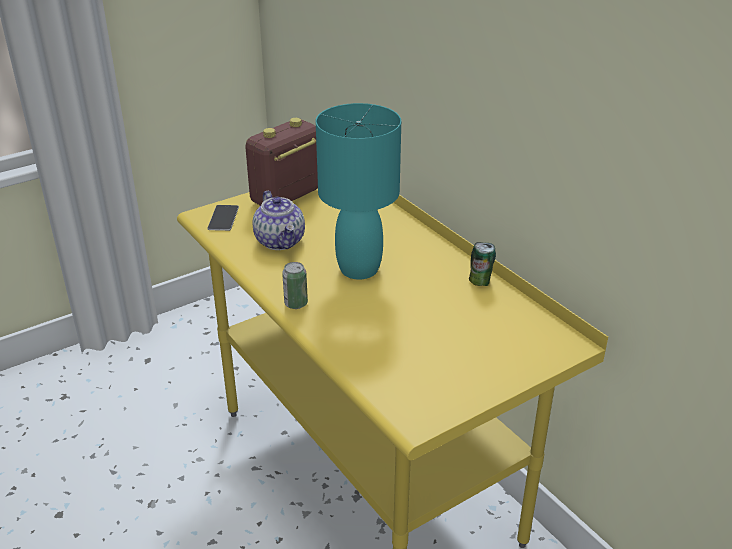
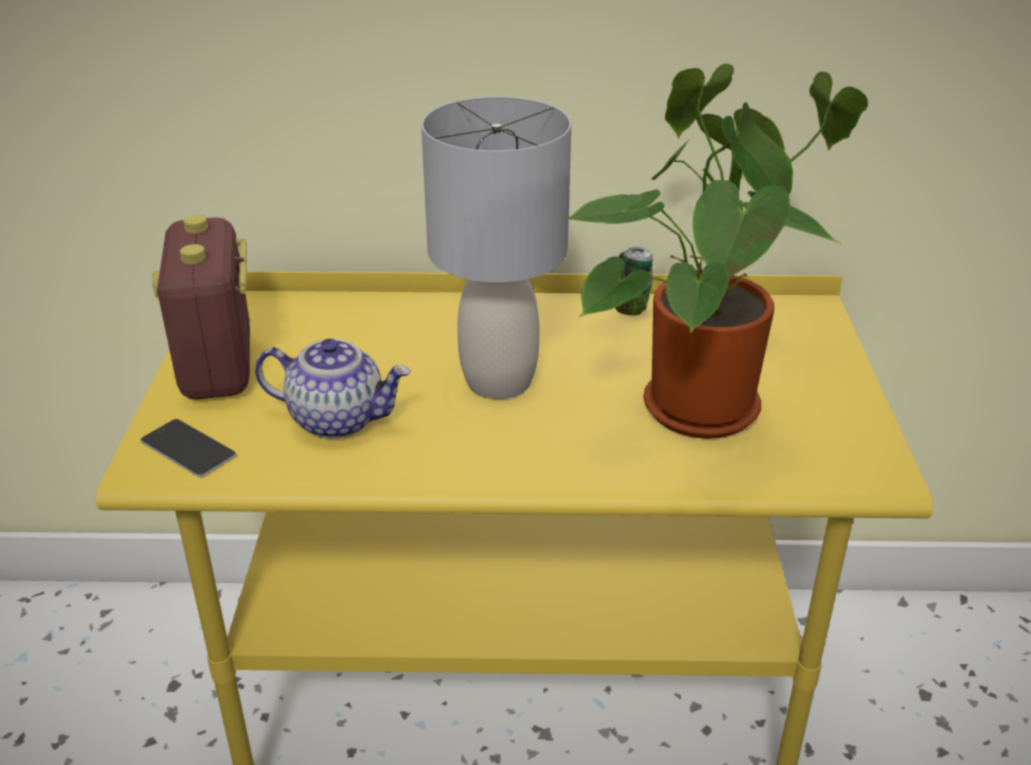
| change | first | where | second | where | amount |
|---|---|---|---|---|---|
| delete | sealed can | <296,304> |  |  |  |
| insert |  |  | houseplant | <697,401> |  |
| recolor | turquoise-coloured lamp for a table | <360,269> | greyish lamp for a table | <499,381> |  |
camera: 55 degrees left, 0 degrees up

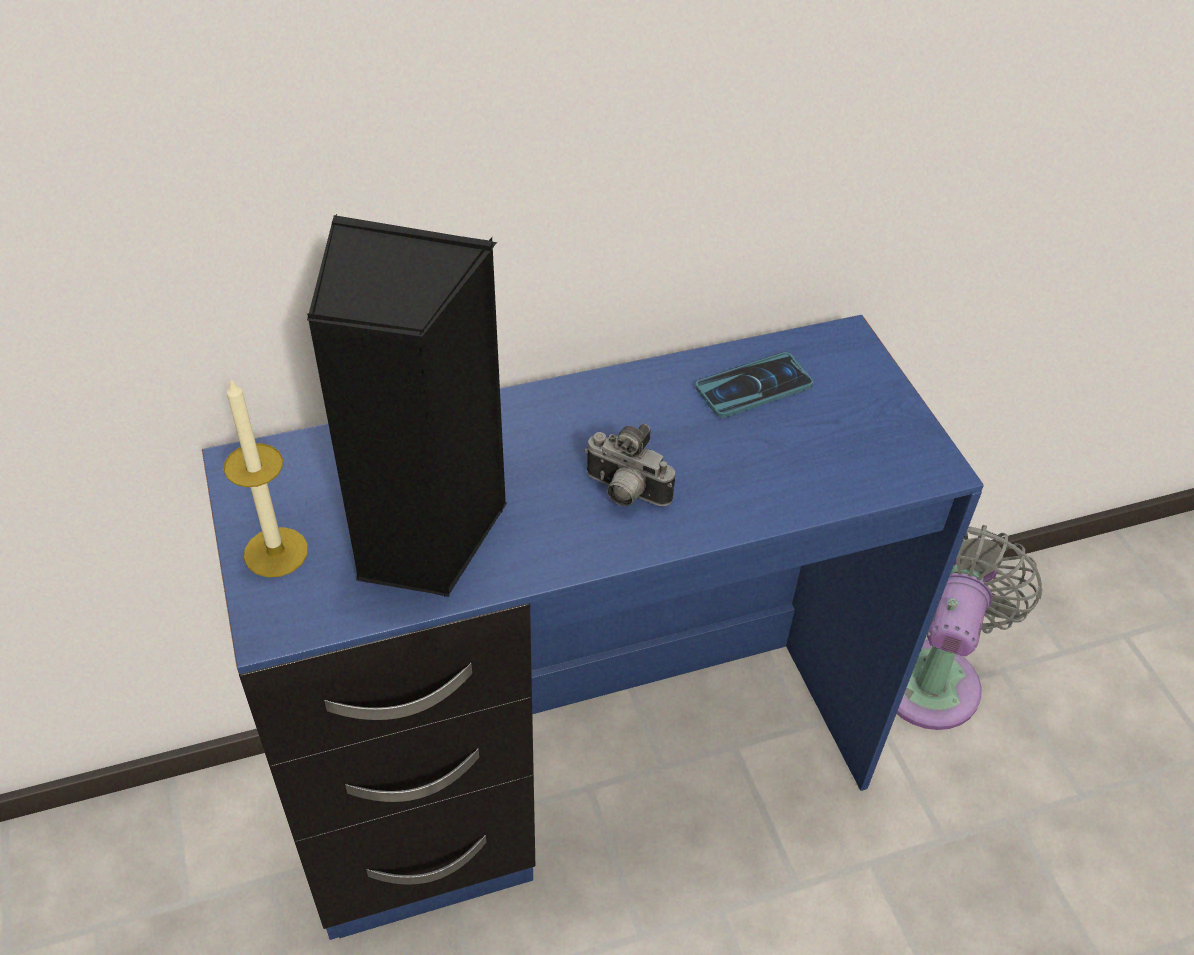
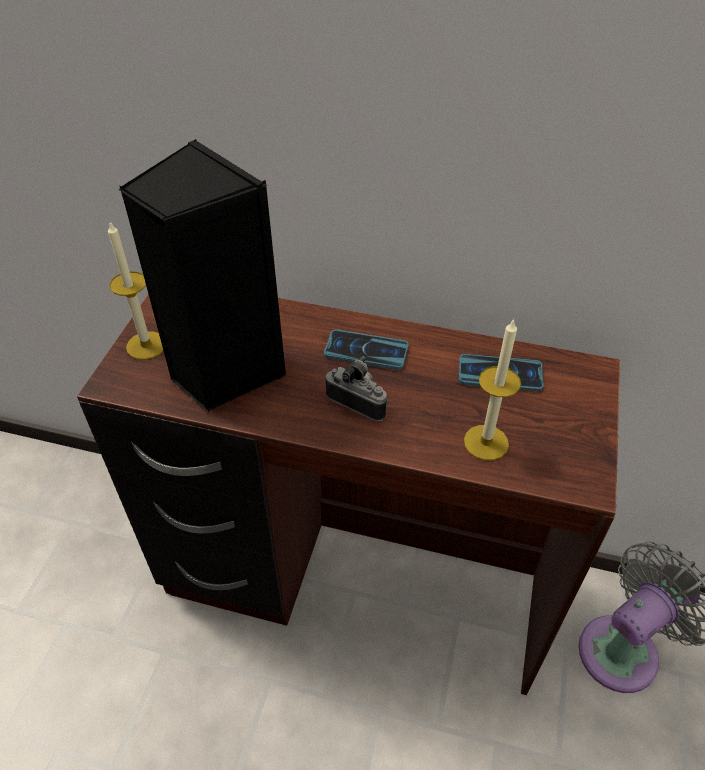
| change | first | where | second | where | amount |
|---|---|---|---|---|---|
| insert |  |  | telephone | <366,351> |  |
| insert |  |  | wax light | <486,442> |  |
| recolor | blue desk | <584,780> | brownish desk | <354,586> |  |
| rotate | photo camera | <624,493> |  | <359,401> | 150 degrees clockwise |
camera: 35 degrees right, 0 degrees up

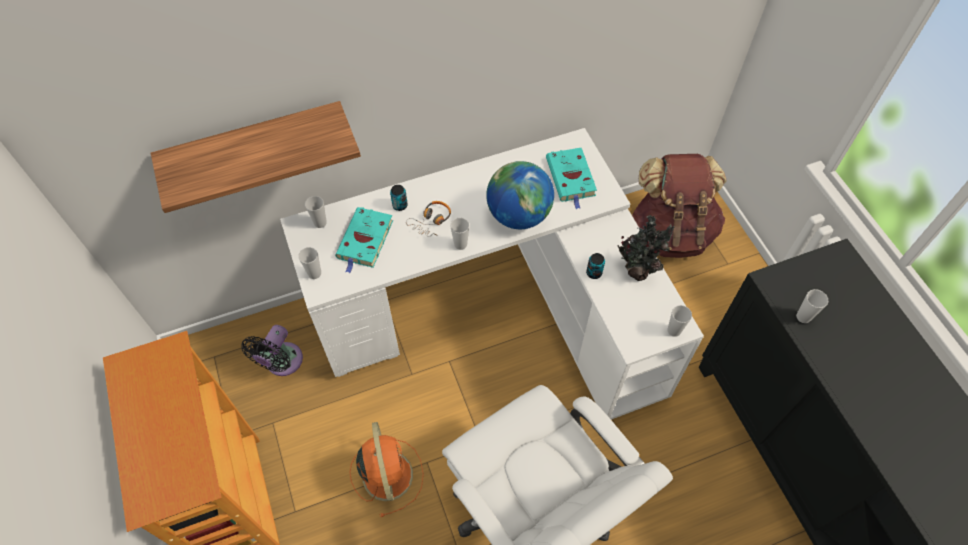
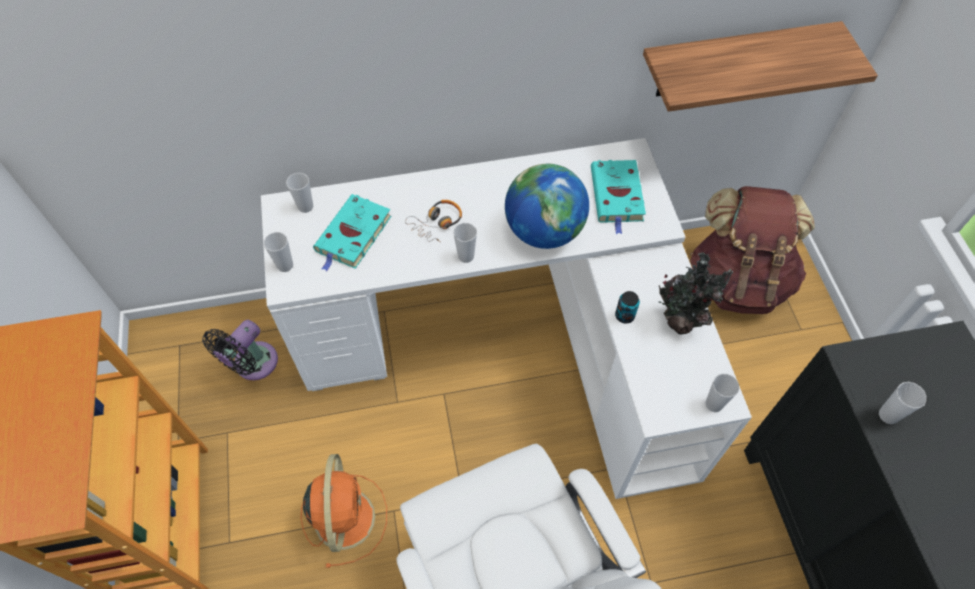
| change | first | where | second | where | amount |
|---|---|---|---|---|---|
| delete | sealed can | <400,205> |  |  |  |
| move | shelf | <255,146> |  | <735,60> |  |
camera: 10 degrees right, 0 degrees up

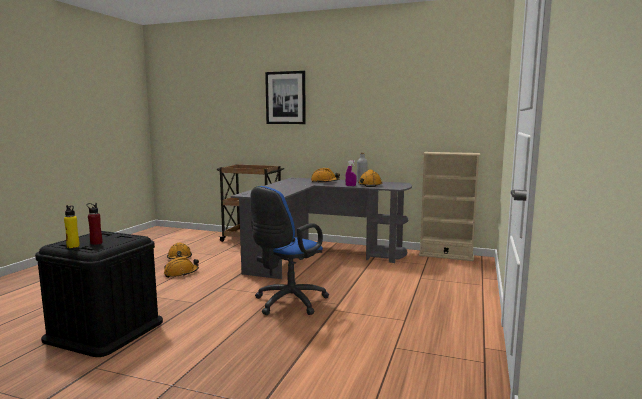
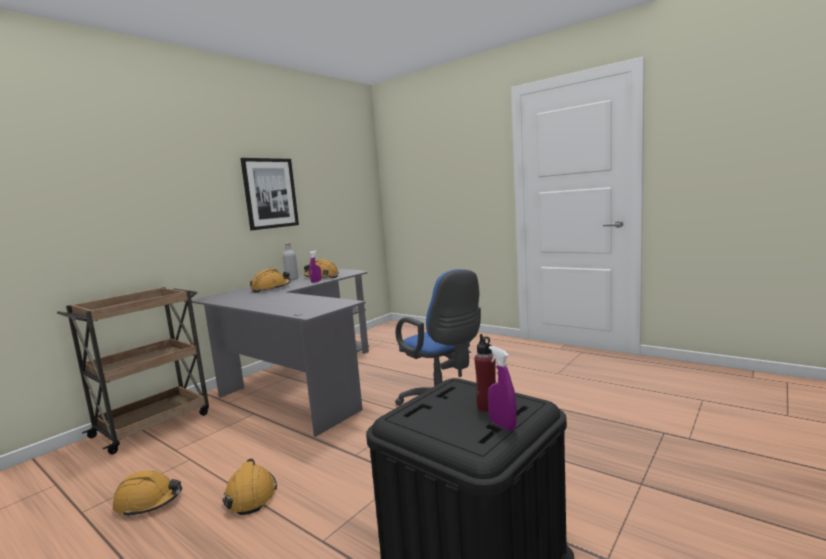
| change | first | where | second | where | amount |
|---|---|---|---|---|---|
| delete | sand-coloured shelving unit | <446,256> |  |  |  |
| move | wall picture | <285,98> |  | <270,193> |  |
| replace | yellow-coloured drink bottle | <73,246> | purple hand sprayer | <502,425> |  |
camera: 70 degrees left, 0 degrees up

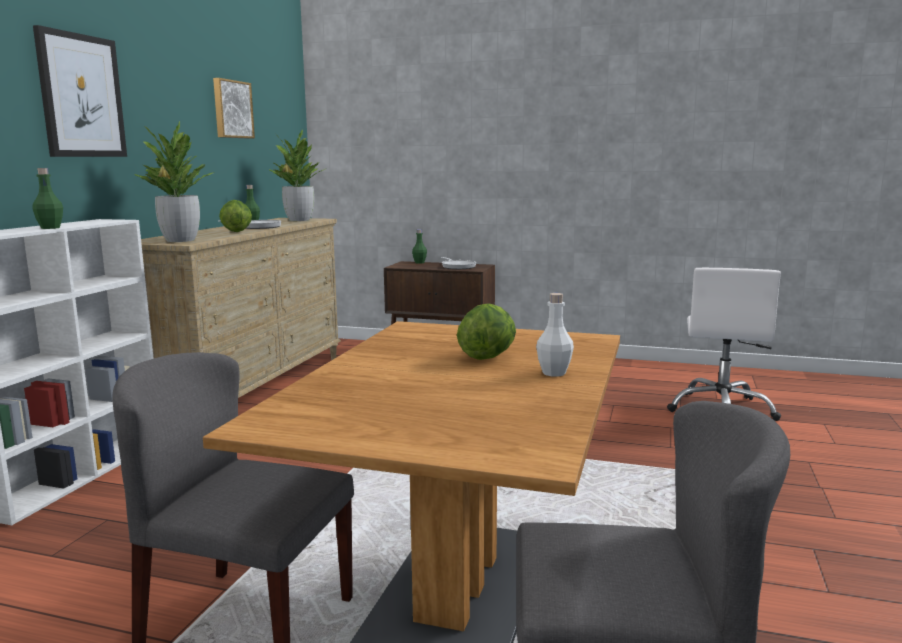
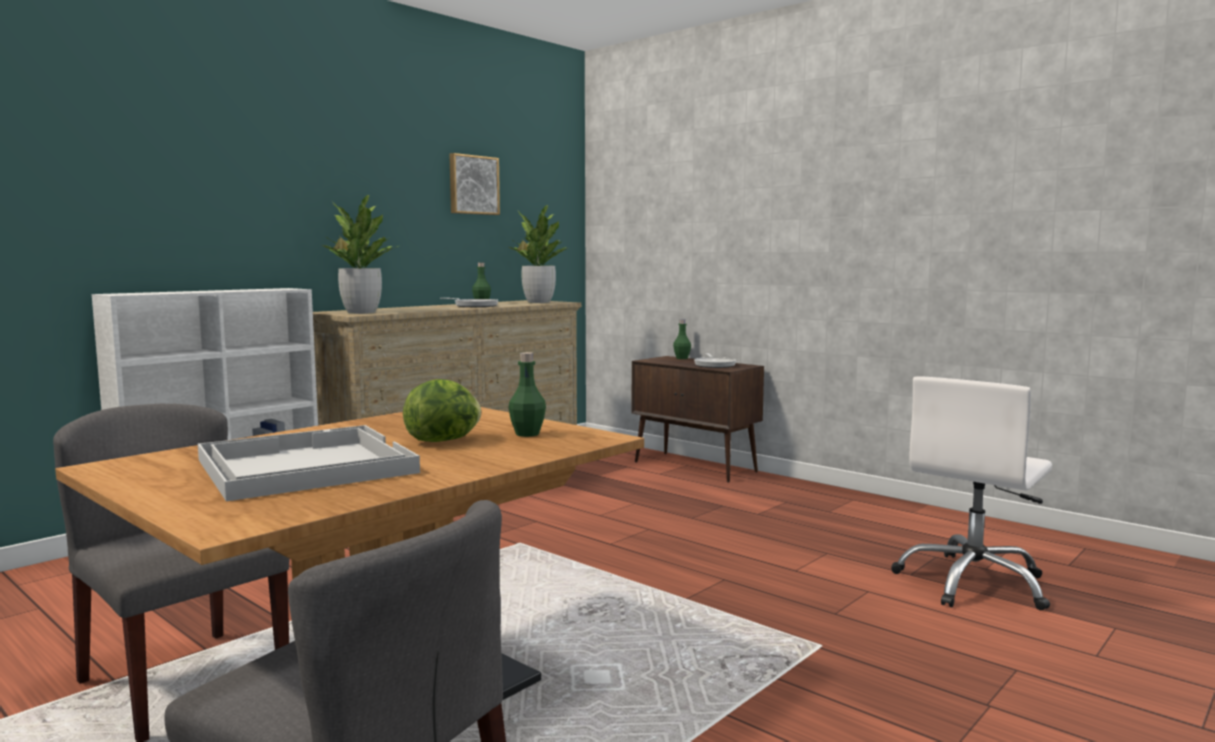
| change | first | where | second | where | amount |
|---|---|---|---|---|---|
| delete | wall picture | <81,96> |  |  |  |
| delete | lettuce | <236,232> |  |  |  |
| delete | white drink bottle | <554,373> |  |  |  |
| insert |  |  | white serving tray | <303,466> |  |
| move | green-coloured drink bottle | <50,228> |  | <527,434> |  |
camera: 25 degrees right, 5 degrees down

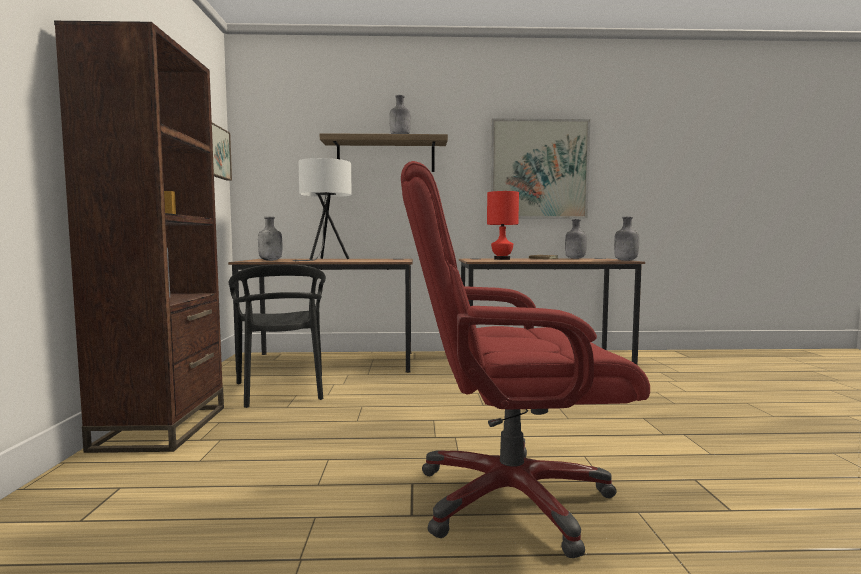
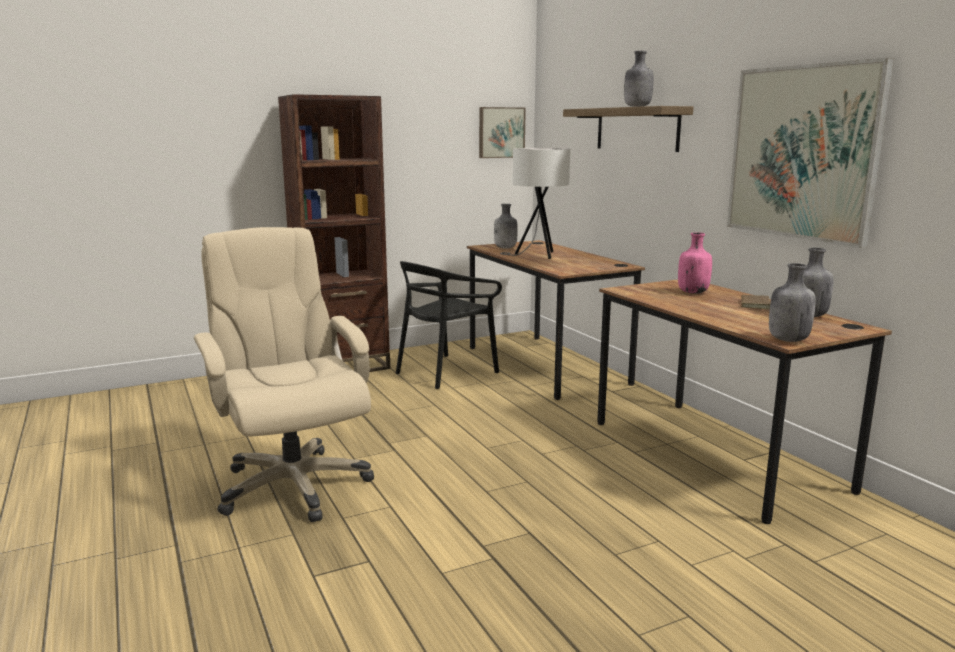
| change | first | where | second | where | amount |
|---|---|---|---|---|---|
| replace | red-coloured lamp for a table | <501,259> | pinkish drink bottle | <692,292> |  |
| recolor | red-coloured office chair | <509,498> | sand-coloured office chair | <293,485> |  |
camera: 65 degrees right, 10 degrees up

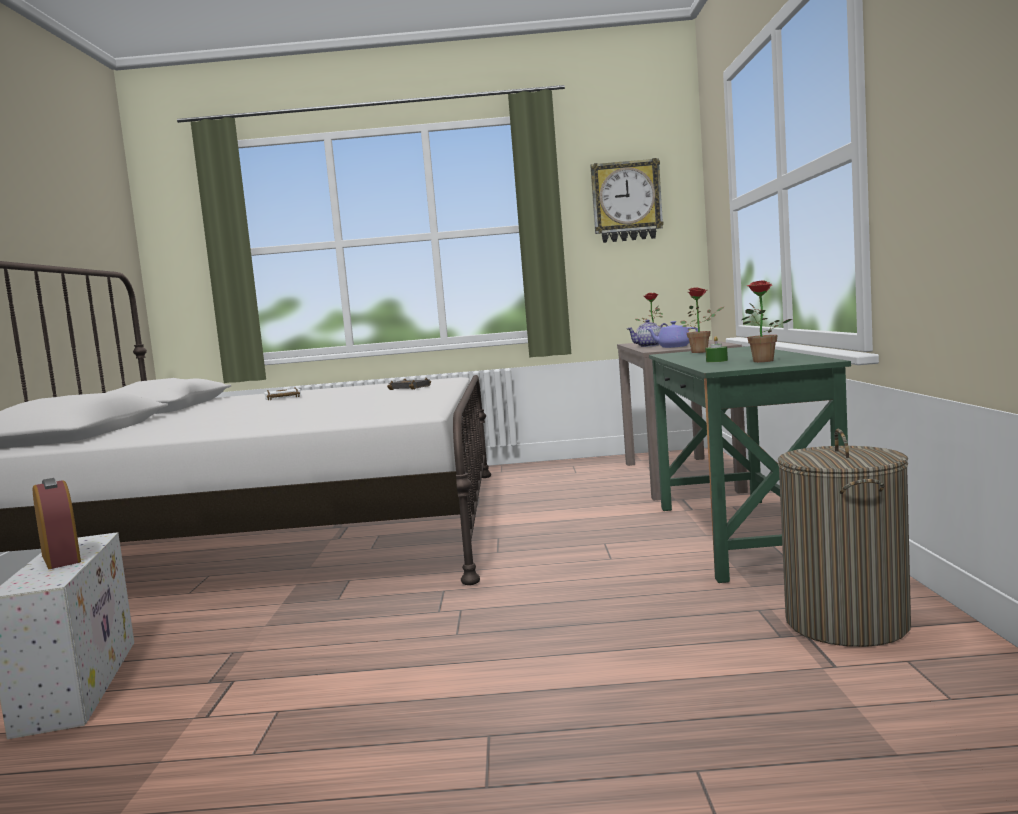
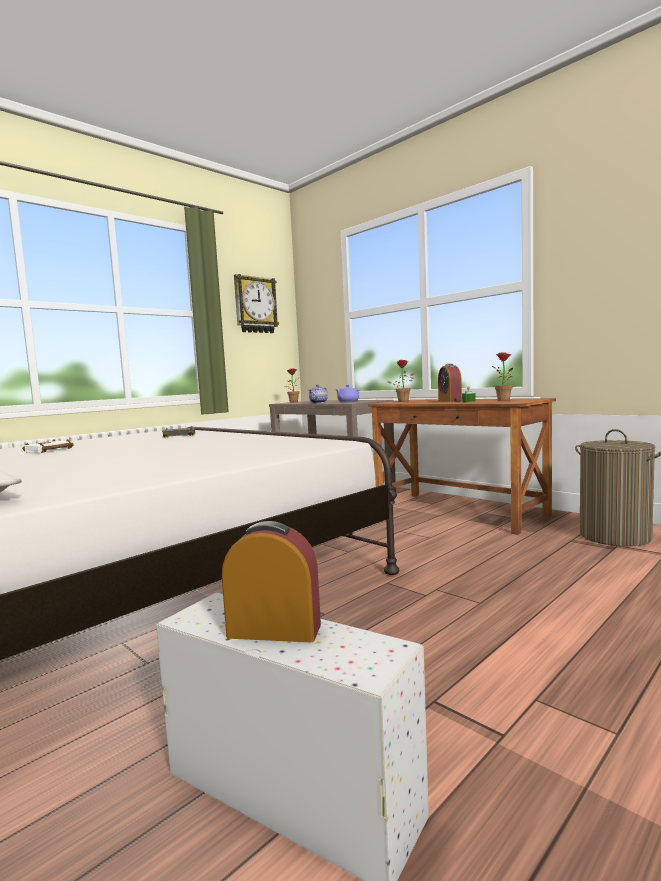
| change | first | where | second | where | amount |
|---|---|---|---|---|---|
| insert |  |  | bedside clock | <449,401> |  |
| recolor | green-coloured desk | <743,536> | brownish desk | <458,511> |  |
camera: 45 degrees left, 0 degrees up

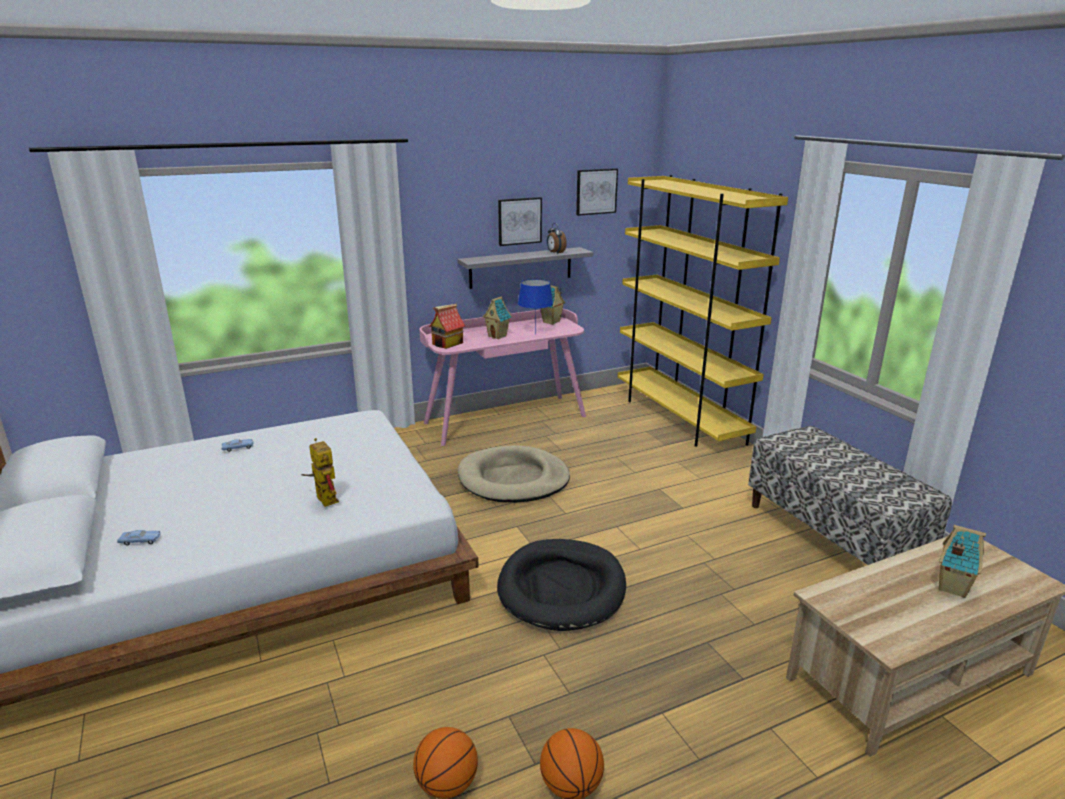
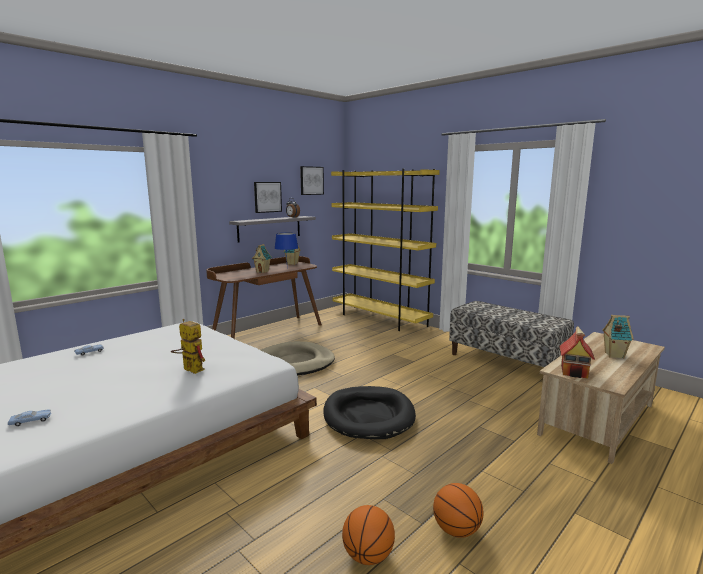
| change | first | where | second | where | amount |
|---|---|---|---|---|---|
| move | miniature house | <447,344> |  | <574,371> |  |
| recolor | pinkish desk | <505,419> | brownish desk | <268,332> |  |
camera: 20 degrees left, 10 degrees down

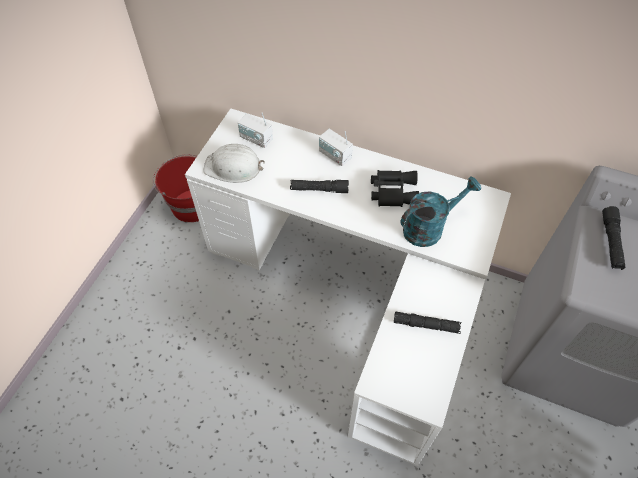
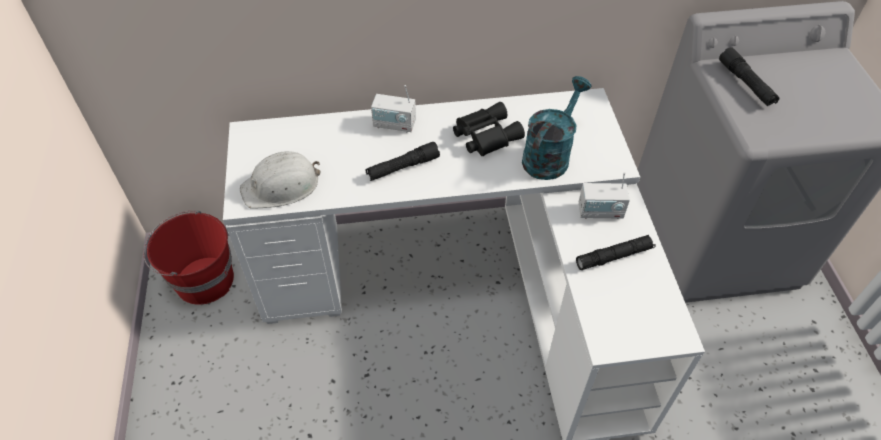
| change | first | where | second | where | amount |
|---|---|---|---|---|---|
| move | radio | <256,139> |  | <600,212> |  |
camera: 30 degrees left, 5 degrees down

